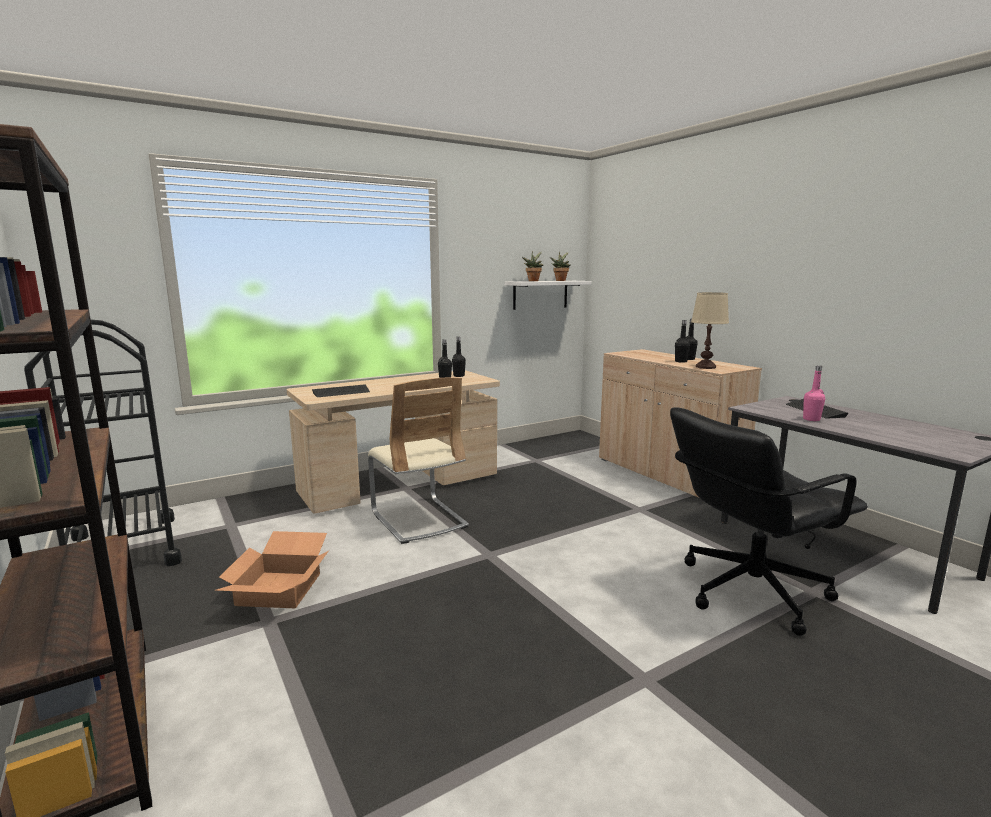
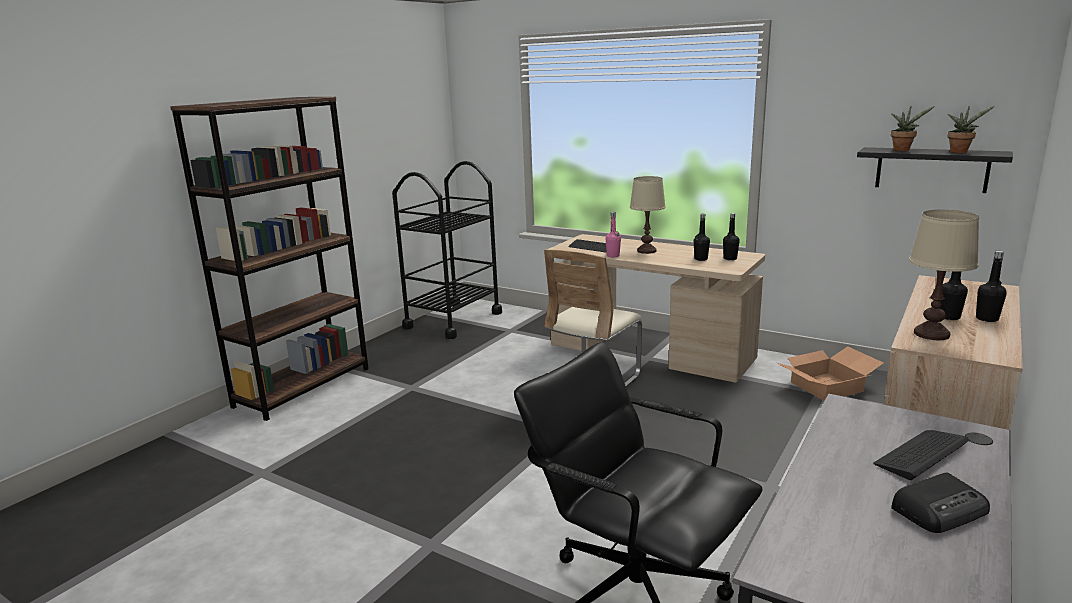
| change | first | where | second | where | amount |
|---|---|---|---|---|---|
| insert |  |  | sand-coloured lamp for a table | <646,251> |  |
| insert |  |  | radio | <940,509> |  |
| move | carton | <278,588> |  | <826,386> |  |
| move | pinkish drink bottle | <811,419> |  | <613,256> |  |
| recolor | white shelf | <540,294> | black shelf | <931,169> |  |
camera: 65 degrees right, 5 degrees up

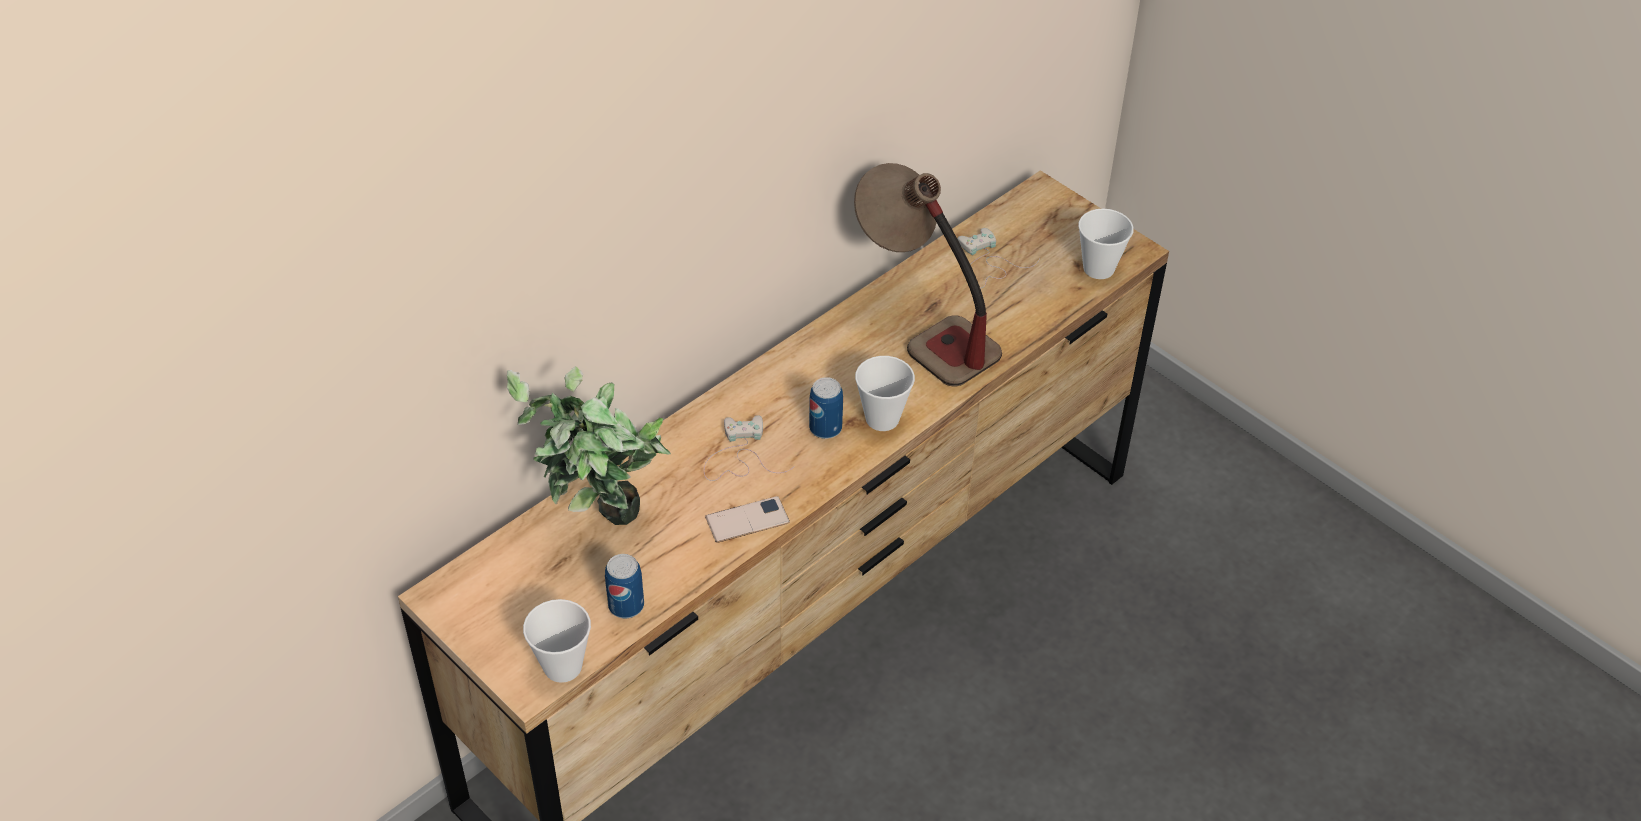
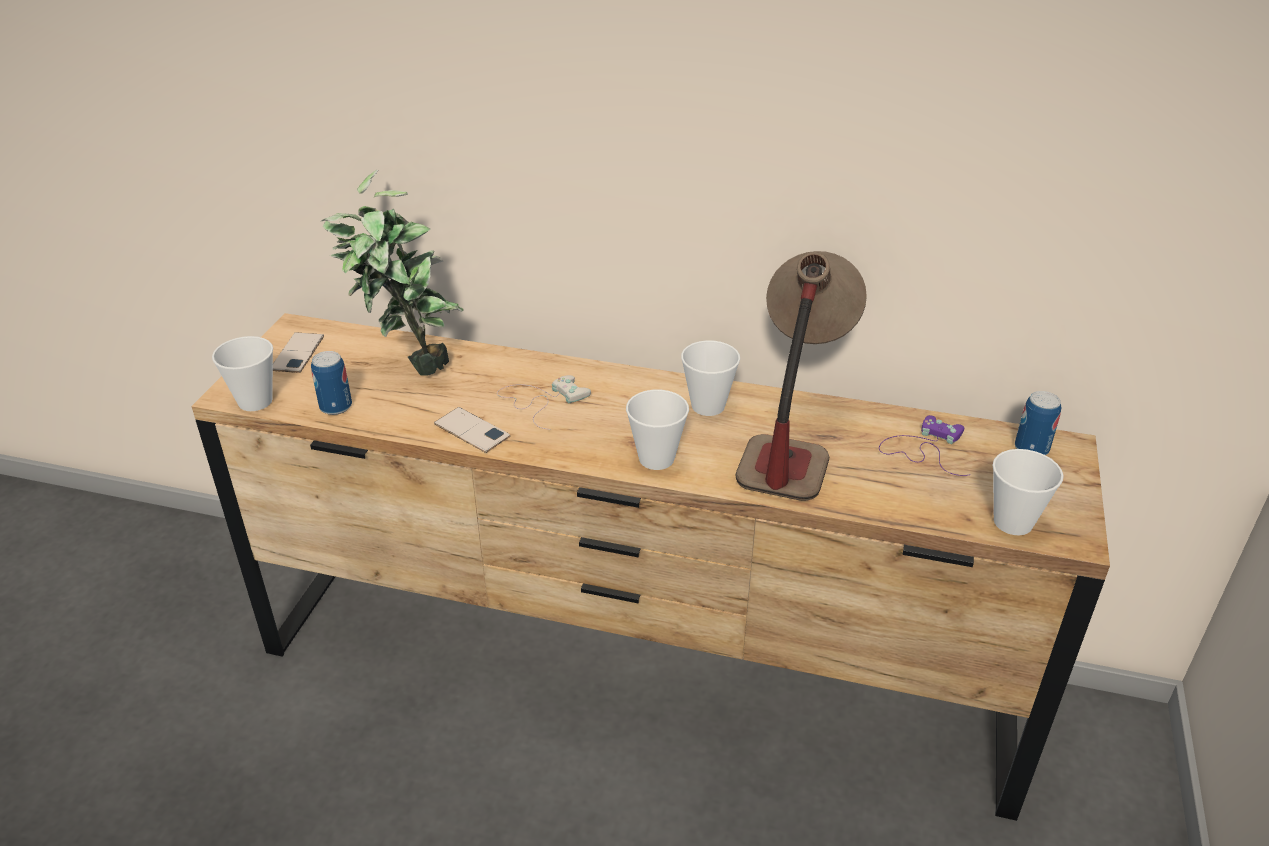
| change | first | where | second | where | amount |
|---|---|---|---|---|---|
| insert |  |  | telephone | <297,353> |  |
| insert |  |  | small cup | <708,406> |  |
| move | sealed can | <825,428> |  | <1031,448> |  |
| recolor | white joypad | <987,263> | purple joypad | <924,448> |  |
camera: 60 degrees right, 10 degrees down

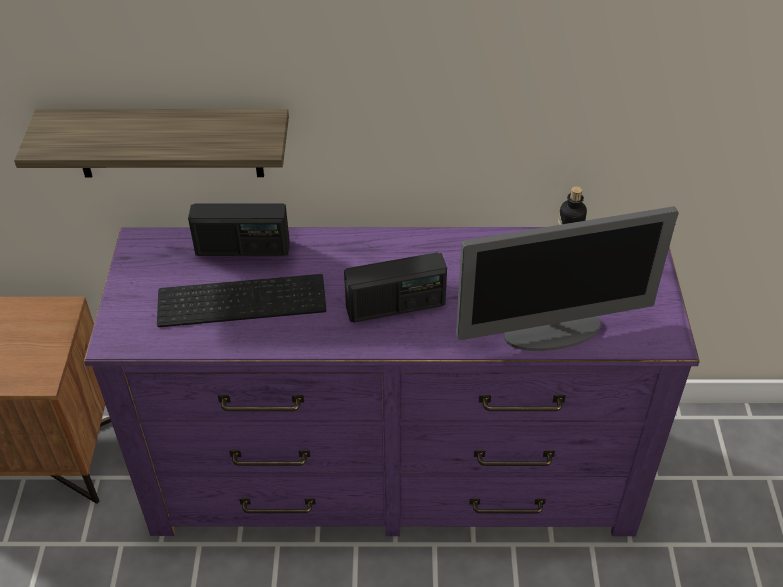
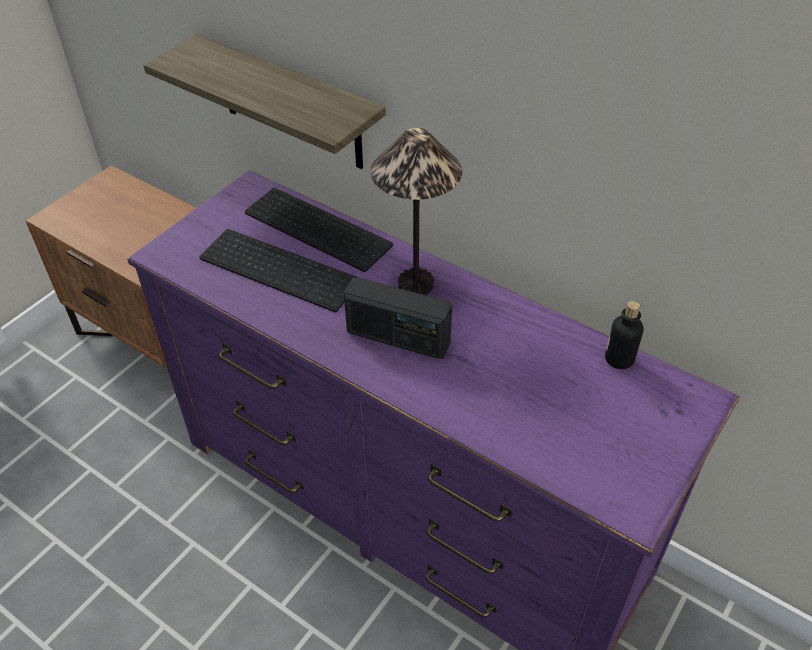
| change | first | where | second | where | amount |
|---|---|---|---|---|---|
| delete | monitor | <553,331> |  |  |  |
| insert |  |  | lamp for a table | <416,284> |  |
| replace | radio | <242,249> | keyboard | <320,228> |  |
camera: 35 degrees right, 0 degrees up

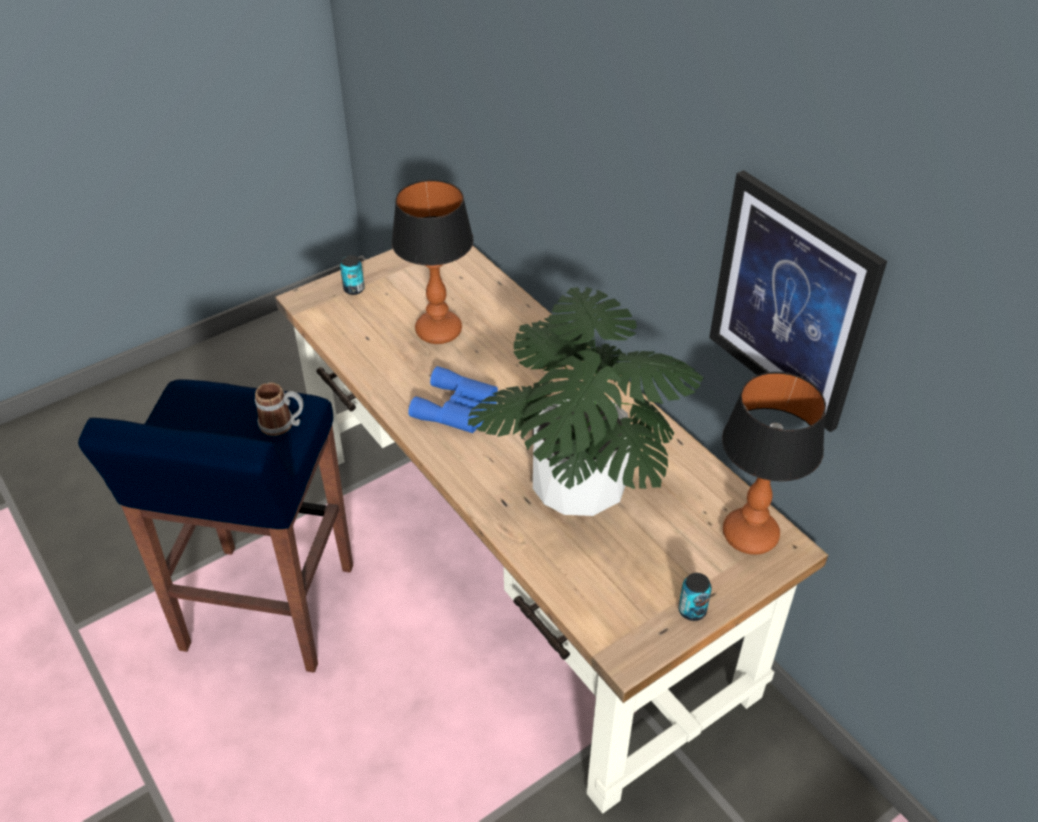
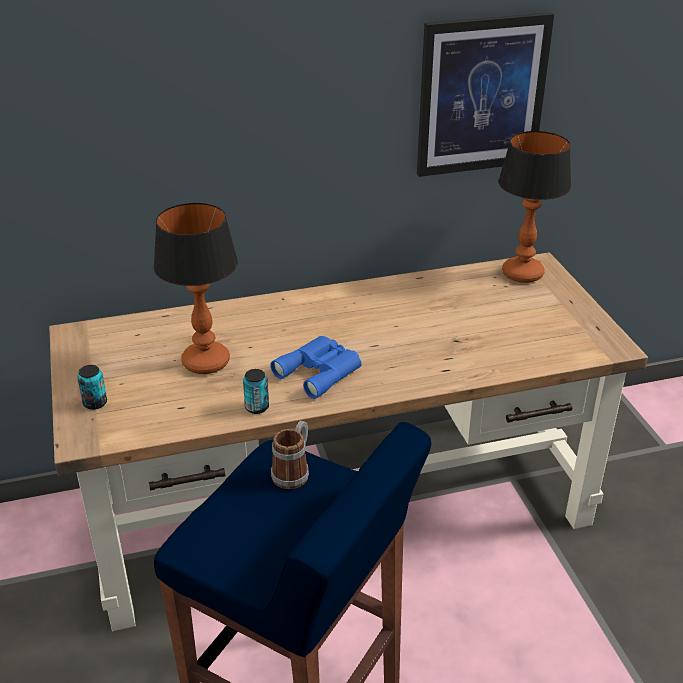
| change | first | where | second | where | amount |
|---|---|---|---|---|---|
| delete | houseplant | <578,487> |  |  |  |
| move | sealed can | <692,610> |  | <257,407> |  |
camera: 70 degrees left, 10 degrees down

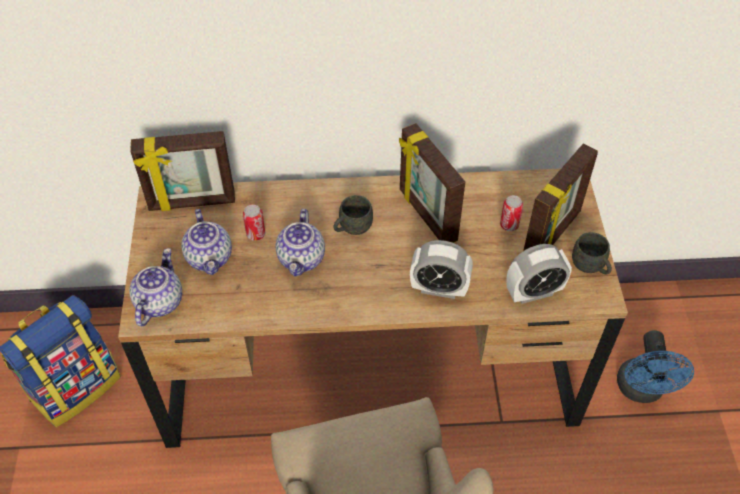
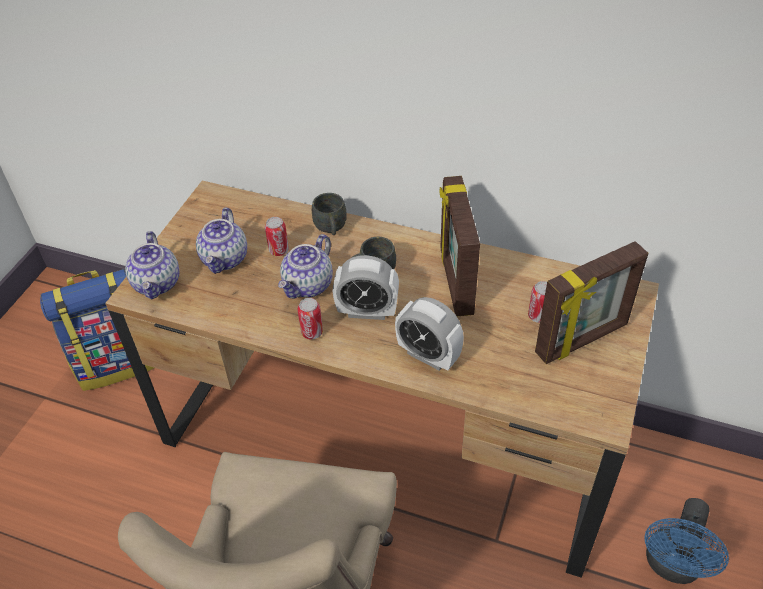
| change | first | where | second | where | amount |
|---|---|---|---|---|---|
| delete | picture frame | <192,203> |  |  |  |
| insert |  |  | sealed can | <312,332> |  |
| move | bedside clock | <533,292> |  | <367,311> |  |
| move | greyish tea mug | <590,267> |  | <331,229> |  |
| rotate | pot for tea | <159,301> |  | <157,283> | 135 degrees clockwise |
camera: 25 degrees right, 5 degrees down

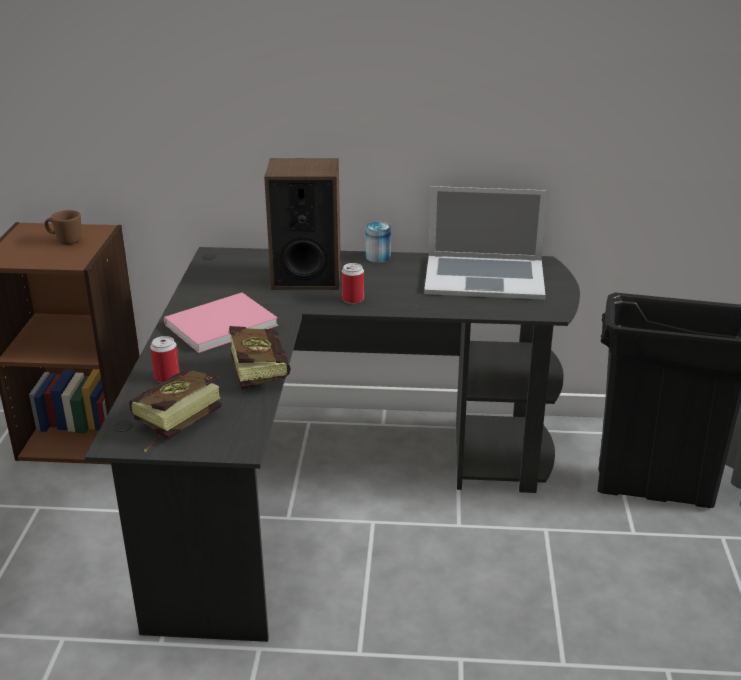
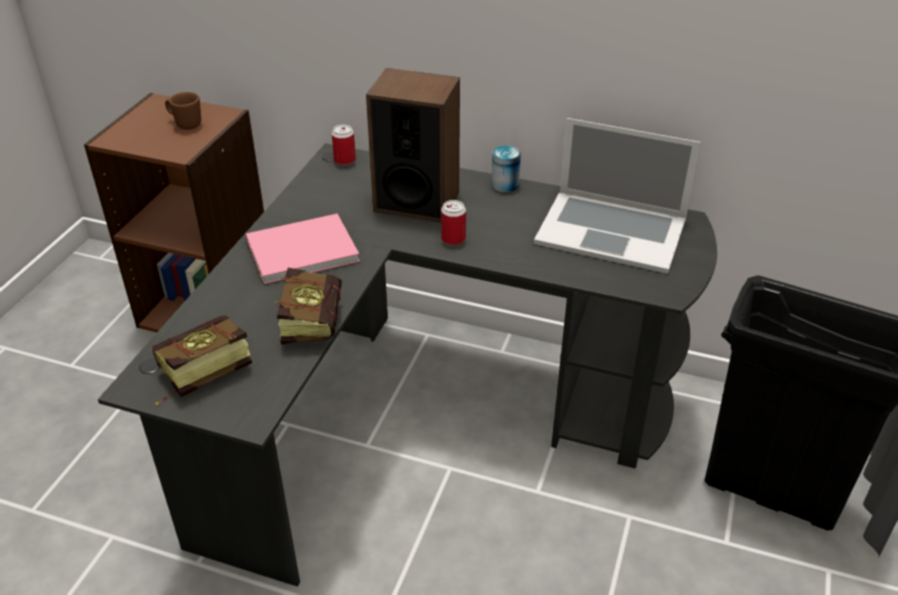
| change | first | where | second | where | amount |
|---|---|---|---|---|---|
| move | sealed can | <167,377> |  | <345,160> |  |
camera: 15 degrees right, 10 degrees up

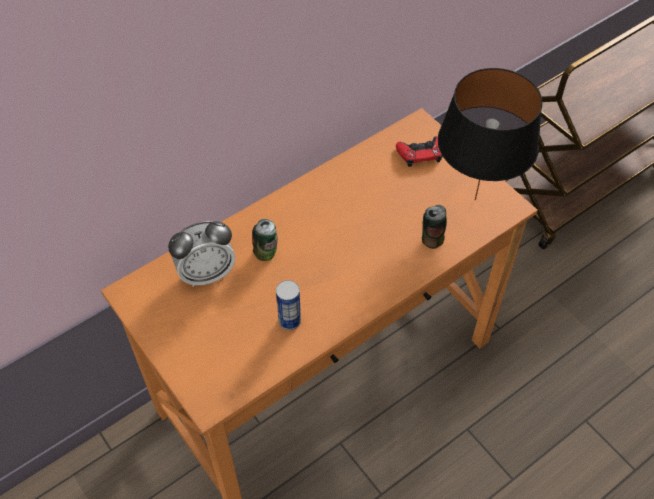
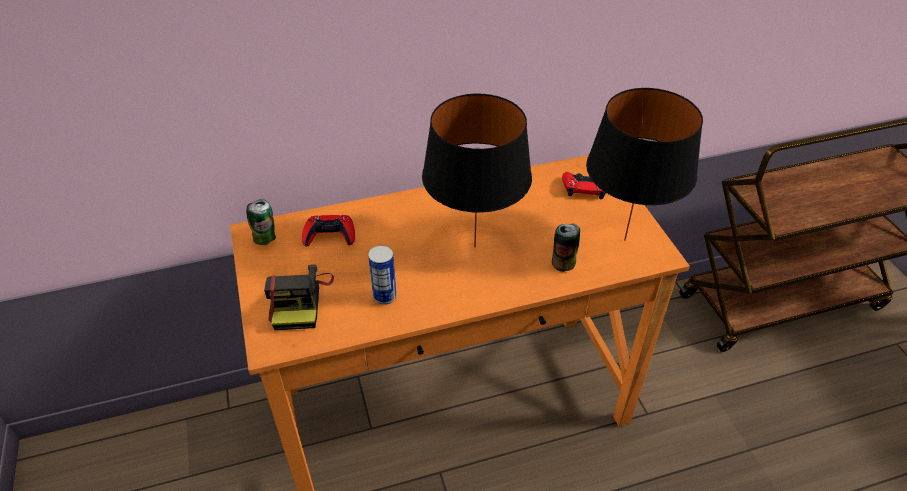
| change | first | where | second | where | amount |
|---|---|---|---|---|---|
| insert |  |  | photo camera | <299,300> |  |
| insert |  |  | black lamp for a table | <473,247> |  |
| move | sealed can | <266,253> |  | <265,239> |  |
| replace | bedside clock | <206,273> | red-coloured joypad | <329,235> |  |
camera: 20 degrees right, 10 degrees down

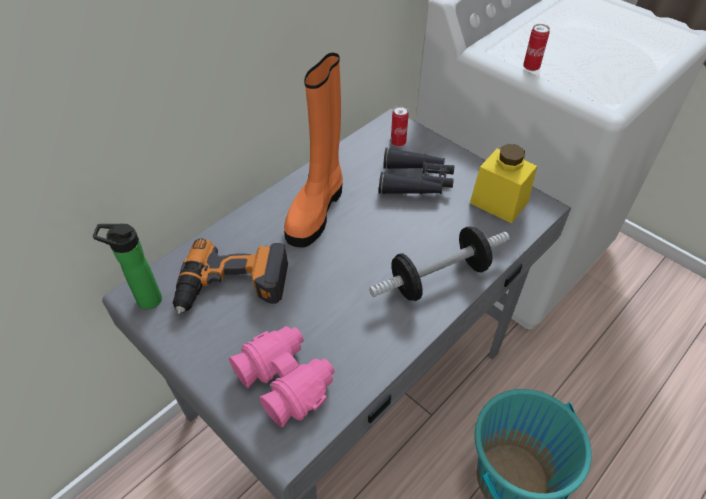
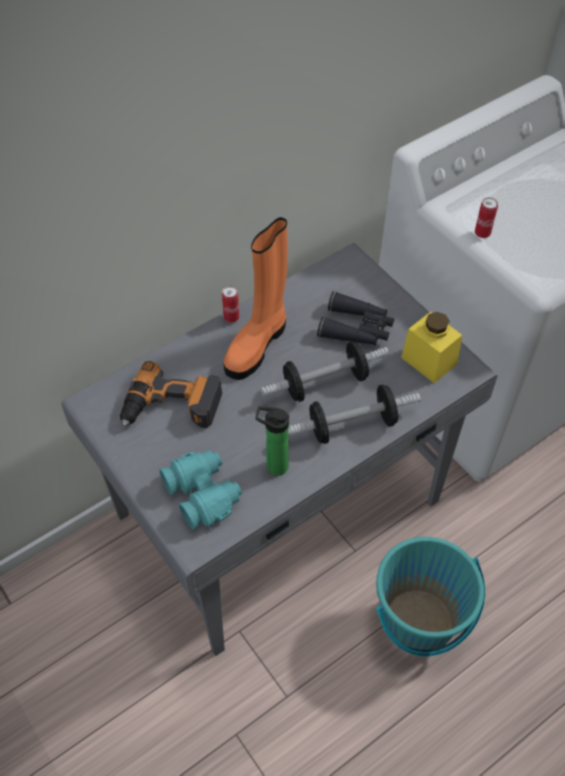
| change | first | where | second | where | amount |
|---|---|---|---|---|---|
| insert |  |  | free weight | <325,383> |  |
| move | drink bottle | <145,299> |  | <273,466> |  |
| move | sealed can | <398,143> |  | <231,318> |  |
| recolor | pinkish binoculars | <285,379> | turquoise-coloured binoculars | <203,493> |  |
camera: 10 degrees right, 5 degrees up

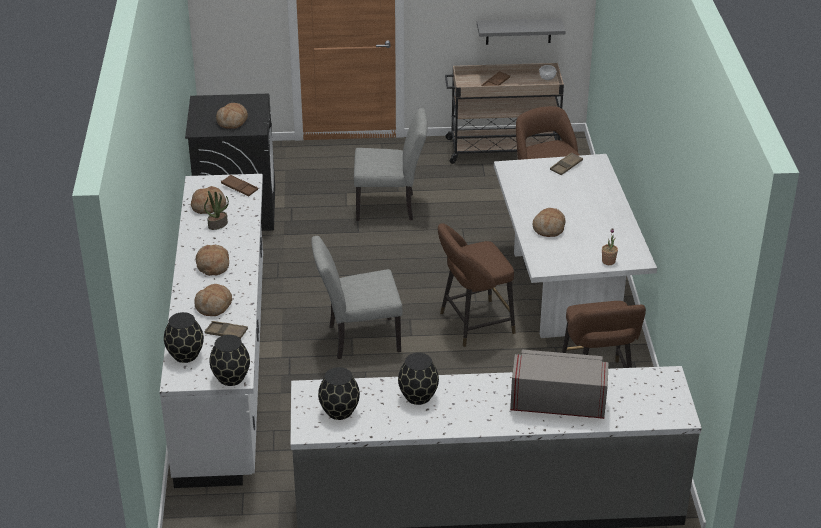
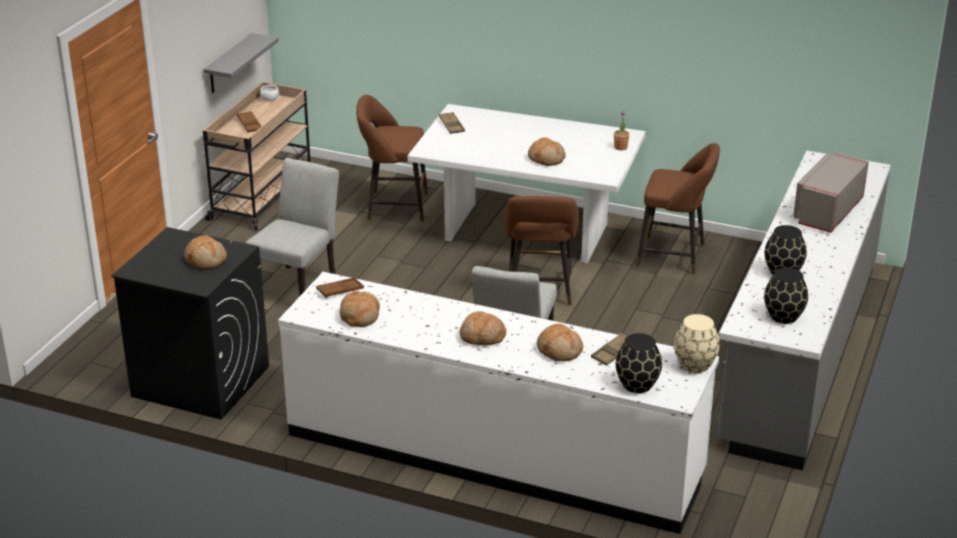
| change | first | where | second | where | amount |
|---|---|---|---|---|---|
| delete | houseplant | <218,224> |  |  |  |
| recolor | black vase | <231,377> | sand-coloured vase | <694,364> |  |
camera: 65 degrees left, 5 degrees down

